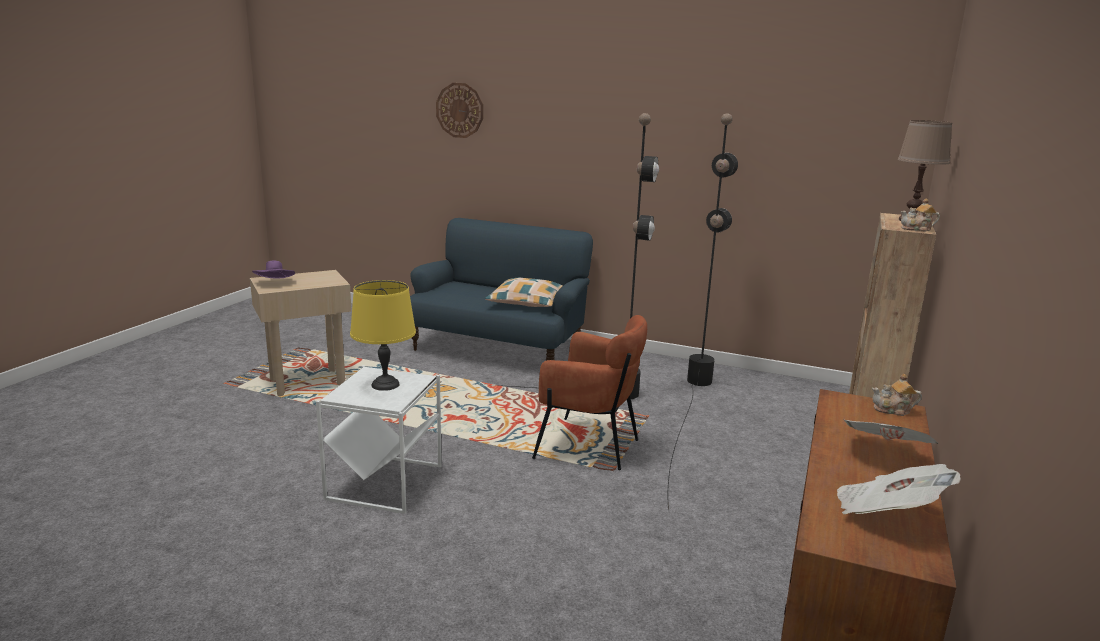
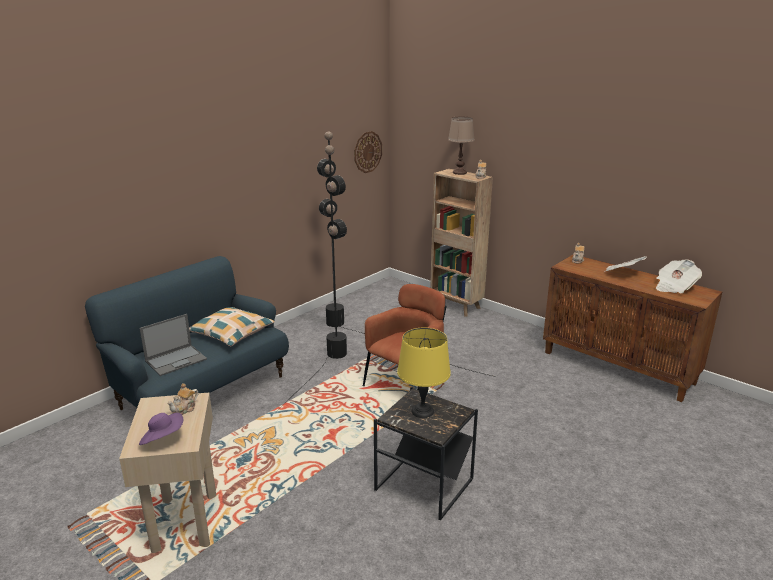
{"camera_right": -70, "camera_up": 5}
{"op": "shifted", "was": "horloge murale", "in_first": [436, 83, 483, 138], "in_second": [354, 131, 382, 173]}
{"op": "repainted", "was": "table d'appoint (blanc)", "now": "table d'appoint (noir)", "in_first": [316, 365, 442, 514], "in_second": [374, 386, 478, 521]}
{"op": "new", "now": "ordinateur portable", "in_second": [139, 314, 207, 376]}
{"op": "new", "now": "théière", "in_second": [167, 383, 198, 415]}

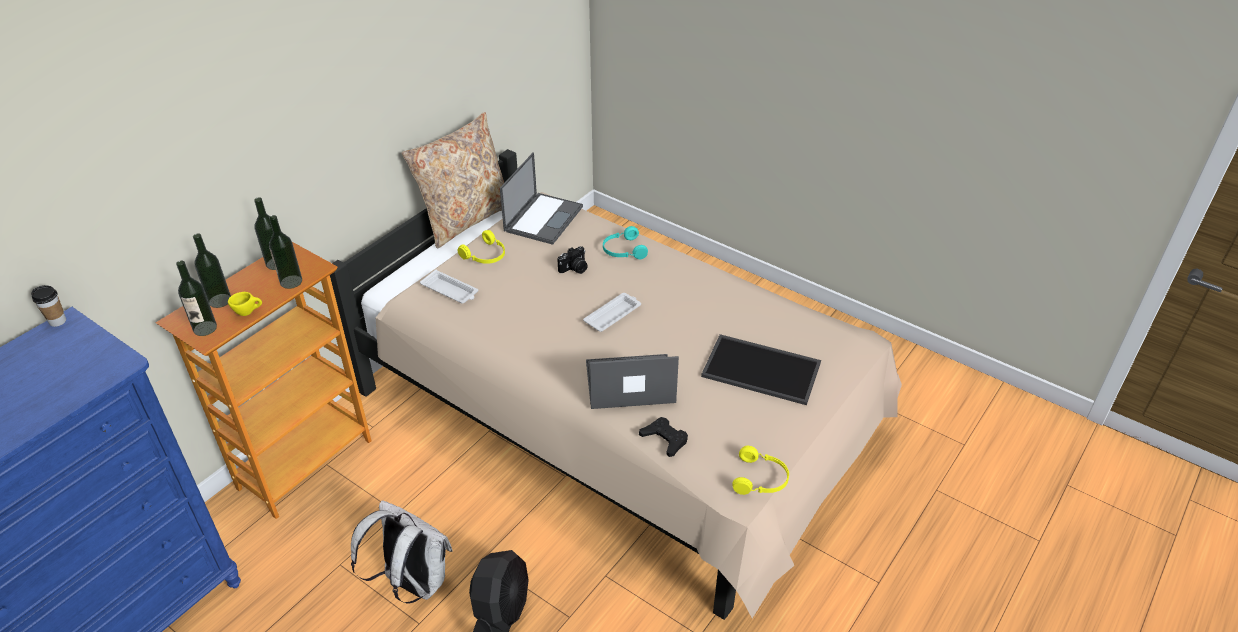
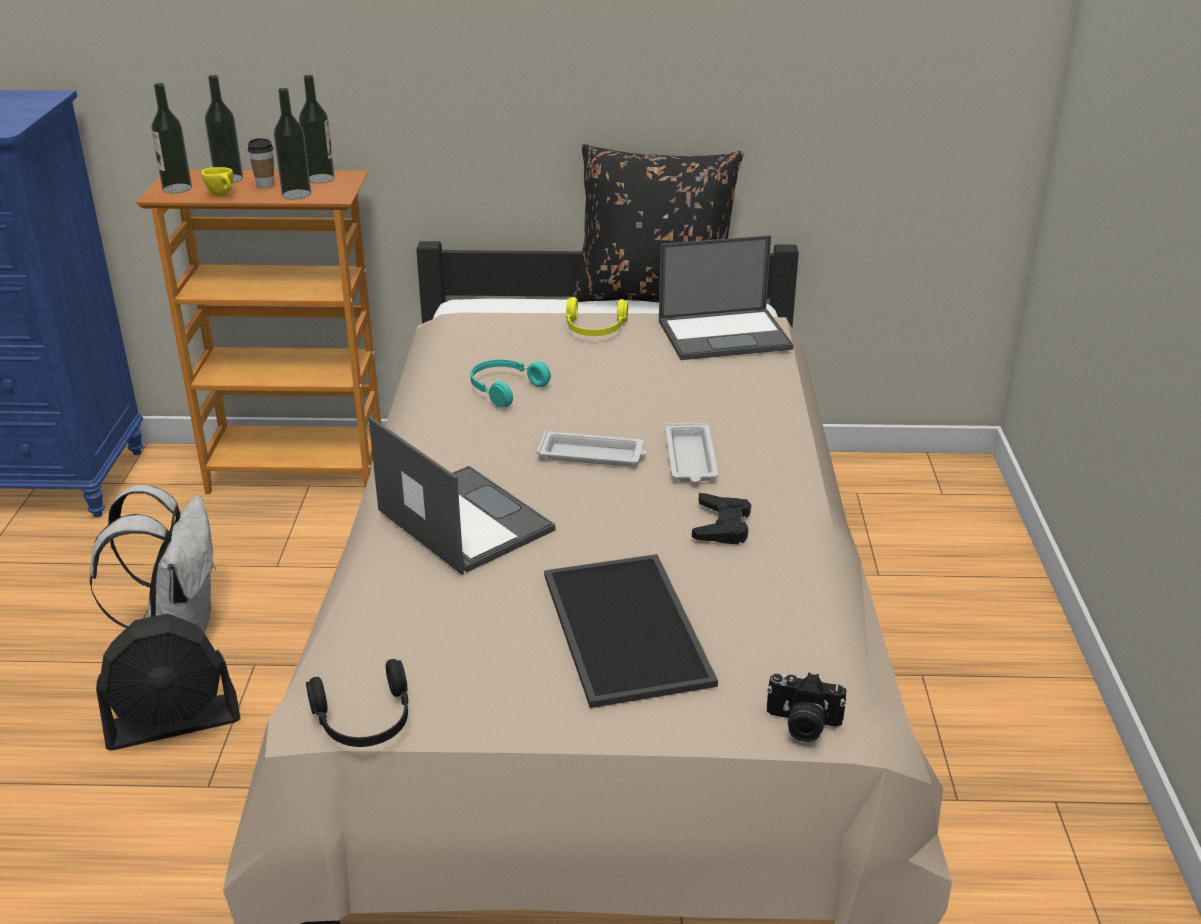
{"camera_right": 55, "camera_up": -10}
{"op": "repainted", "was": "coussin (beige)", "now": "coussin (noir)", "in_first": [402, 112, 504, 249], "in_second": [572, 144, 743, 302]}
{"op": "shifted", "was": "casque audio (turquoise)", "in_first": [603, 226, 648, 259], "in_second": [470, 360, 551, 408]}
{"op": "shifted", "was": "appareil photo", "in_first": [558, 246, 588, 274], "in_second": [767, 672, 847, 742]}
{"op": "shifted", "was": "plateau (blanc)", "in_first": [420, 270, 478, 303], "in_second": [665, 423, 718, 482]}
{"op": "shifted", "was": "tasse", "in_first": [31, 285, 66, 327], "in_second": [248, 138, 275, 188]}
{"op": "shifted", "was": "manette (noir)", "in_first": [639, 417, 688, 457], "in_second": [692, 493, 751, 544]}
{"op": "repainted", "was": "casque audio (jaune)", "now": "casque audio (noir)", "in_first": [732, 446, 789, 495], "in_second": [306, 659, 408, 747]}

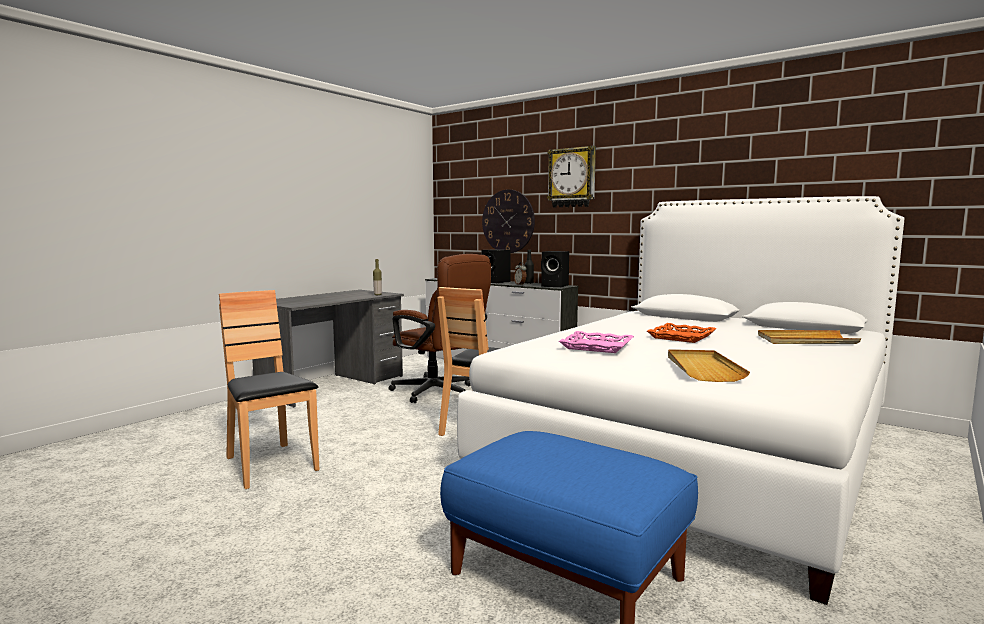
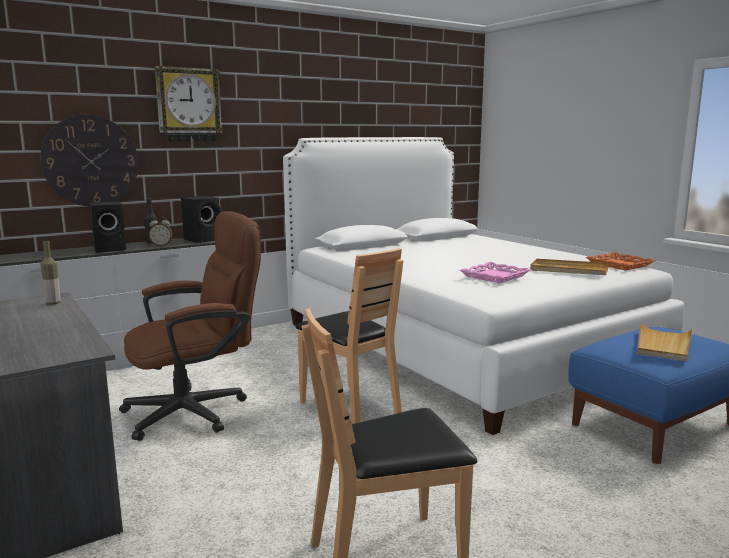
{"camera_right": -70, "camera_up": 5}
{"op": "shifted", "was": "plateau (orange)", "in_first": [647, 323, 716, 343], "in_second": [586, 252, 655, 270]}
{"op": "shifted", "was": "plateau (beige)", "in_first": [758, 330, 861, 344], "in_second": [637, 322, 693, 362]}

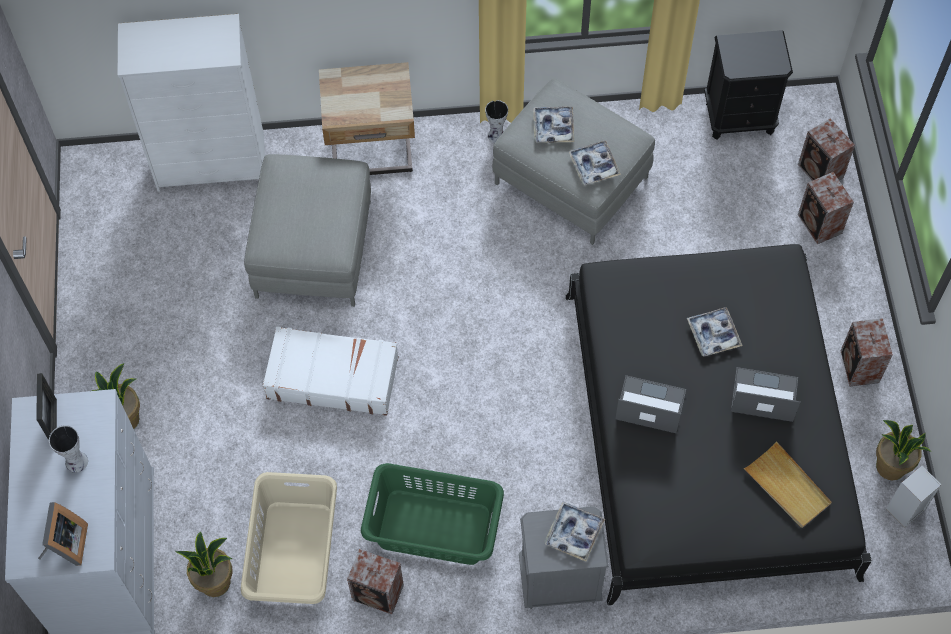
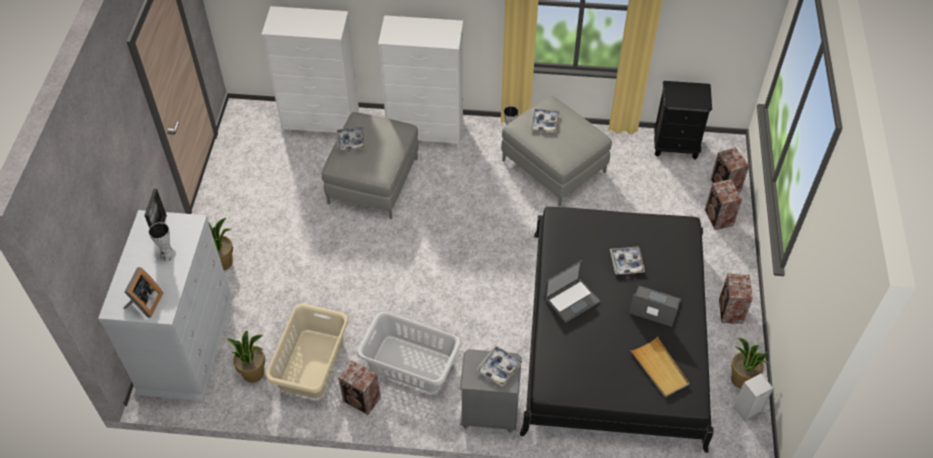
{"camera_right": 10, "camera_up": -10}
{"op": "swapped", "was": "table de chevet (beige)", "now": "commode (blanc)", "in_first": [319, 62, 415, 175], "in_second": [378, 15, 463, 147]}
{"op": "shifted", "was": "plateau", "in_first": [568, 141, 621, 185], "in_second": [336, 127, 365, 151]}
{"op": "gone", "was": "valise (blanc)", "in_first": [263, 327, 398, 416]}
{"op": "rotated", "was": "ordinateur portable", "in_first": [615, 375, 686, 433], "in_second": [545, 260, 600, 323], "clockwise": 120}
{"op": "repainted", "was": "panier à linge (vert)", "now": "panier à linge (gris)", "in_first": [361, 463, 504, 565], "in_second": [357, 312, 461, 393]}

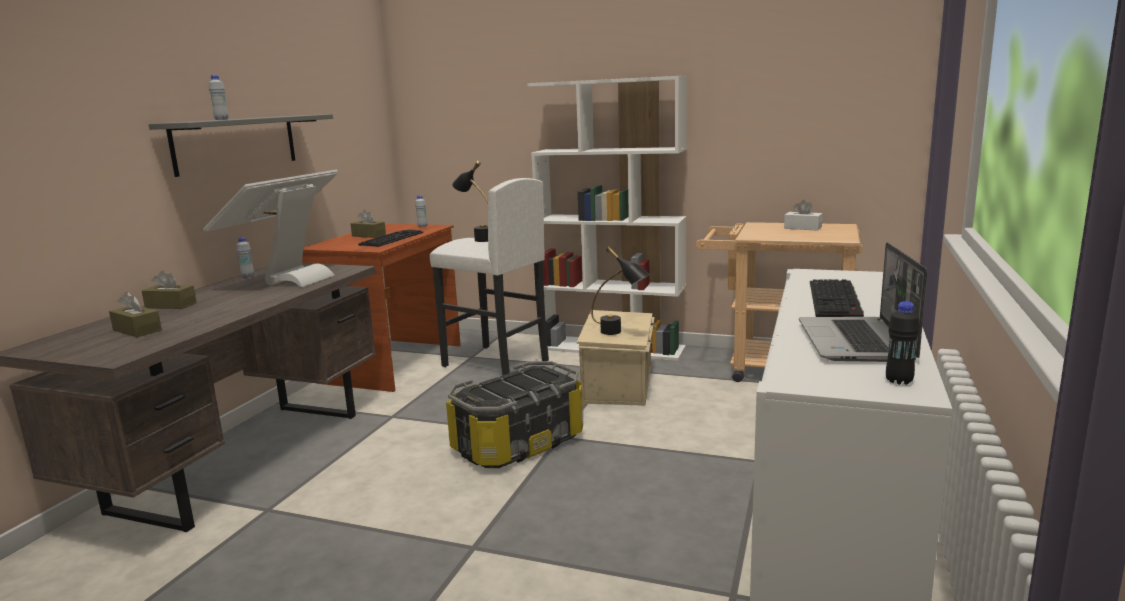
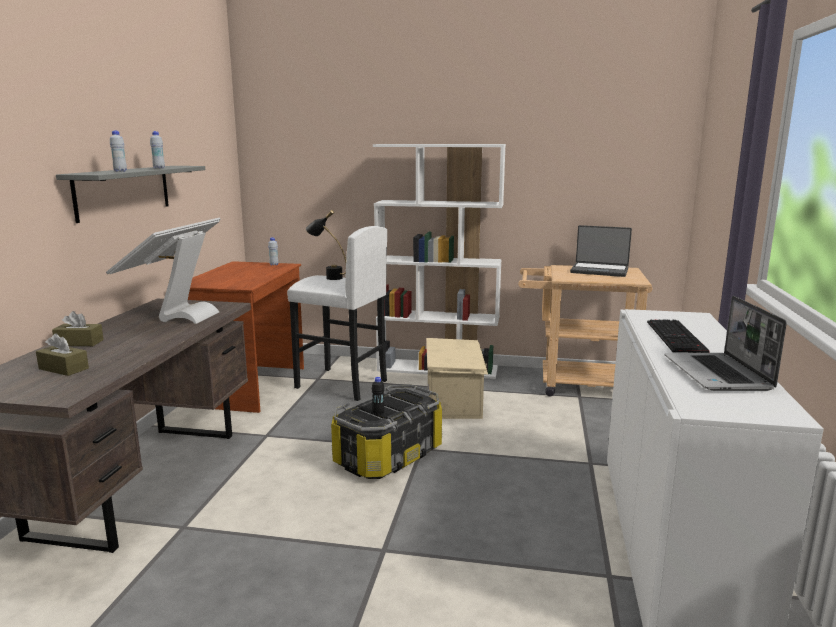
{"camera_right": -10, "camera_up": 0}
{"op": "swapped", "was": "boîte à mouchoirs (blanc)", "now": "ordinateur portable", "in_first": [784, 200, 823, 231], "in_second": [570, 225, 632, 277]}
{"op": "gone", "was": "boîte à mouchoirs (marron)", "in_first": [350, 210, 386, 238]}
{"op": "gone", "was": "clavier", "in_first": [358, 229, 423, 247]}
{"op": "shifted", "was": "bouteille (blanc)", "in_first": [236, 237, 254, 277], "in_second": [150, 131, 165, 168]}
{"op": "gone", "was": "lampe de table (noir)", "in_first": [591, 246, 650, 335]}
{"op": "shifted", "was": "bouteille (noir)", "in_first": [886, 301, 920, 385], "in_second": [372, 377, 384, 414]}

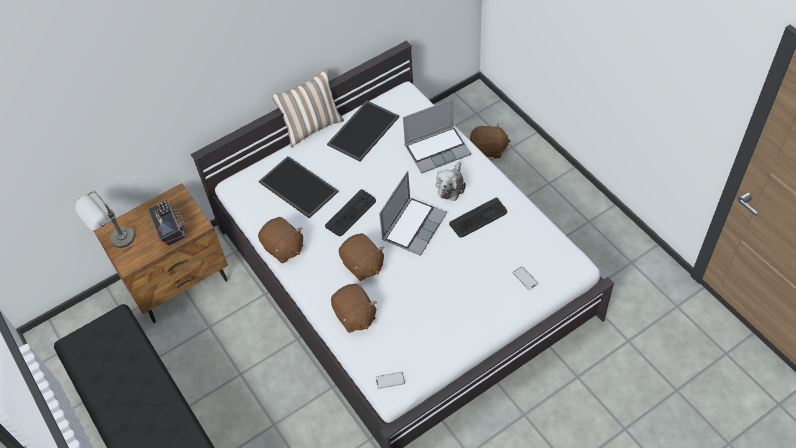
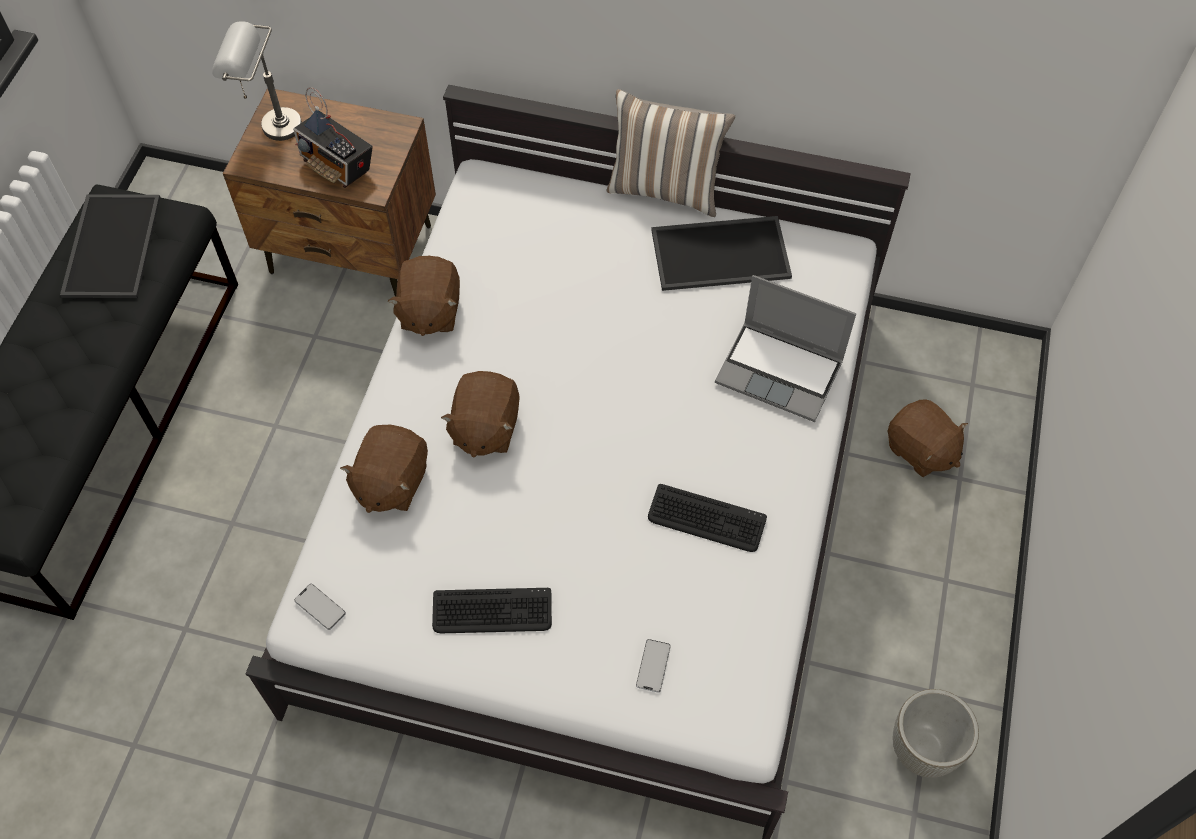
{"camera_right": 45, "camera_up": 5}
{"op": "shifted", "was": "plateau", "in_first": [259, 156, 339, 218], "in_second": [60, 194, 161, 298]}
{"op": "gone", "was": "peluche", "in_first": [436, 162, 466, 201]}
{"op": "gone", "was": "ordinateur portable", "in_first": [379, 171, 447, 256]}
{"op": "shifted", "was": "clavier", "in_first": [325, 189, 376, 236], "in_second": [432, 588, 552, 633]}
{"op": "rotated", "was": "radio", "in_first": [148, 200, 186, 246], "in_second": [293, 87, 373, 188], "clockwise": 105}
{"op": "new", "now": "cache-pot (gris)", "in_second": [892, 689, 979, 778]}

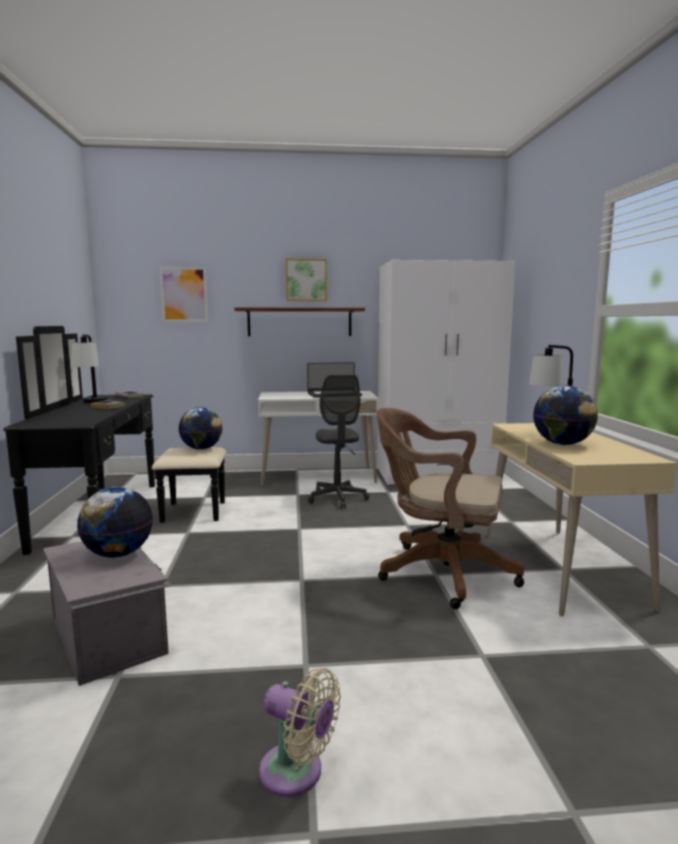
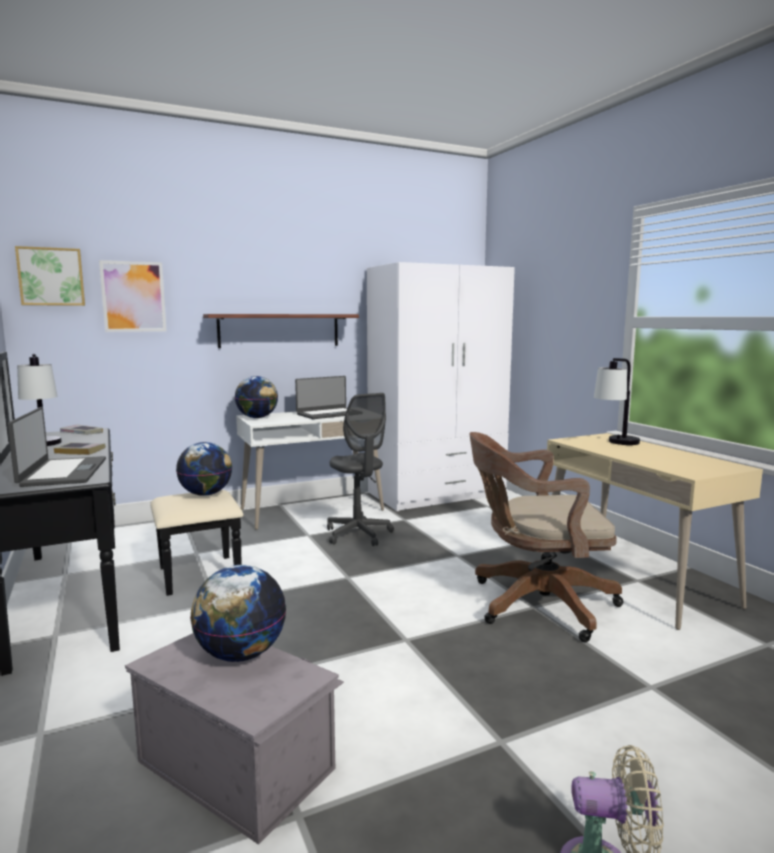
{"camera_right": -20, "camera_up": 0}
{"op": "shifted", "was": "tableau", "in_first": [286, 258, 327, 301], "in_second": [15, 246, 85, 306]}
{"op": "shifted", "was": "globe", "in_first": [533, 385, 598, 445], "in_second": [235, 376, 278, 418]}
{"op": "new", "now": "ordinateur portable", "in_second": [7, 407, 106, 487]}

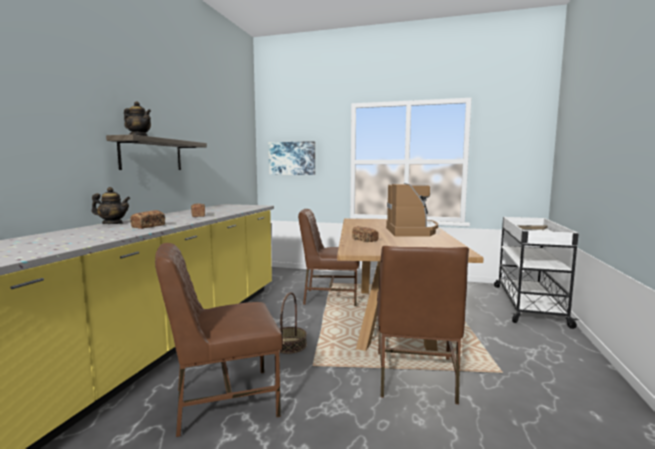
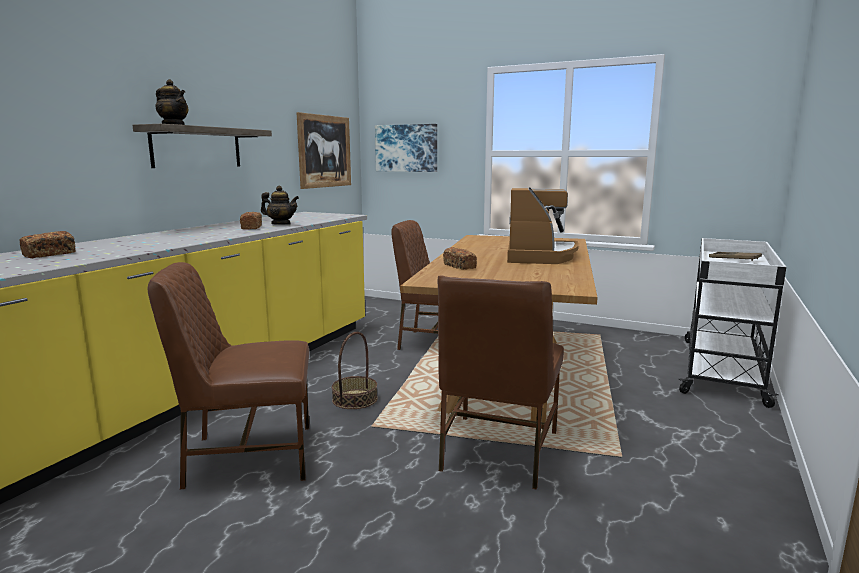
{"camera_right": 10, "camera_up": 5}
{"op": "shifted", "was": "théière", "in_first": [92, 187, 130, 224], "in_second": [261, 186, 299, 225]}
{"op": "shifted", "was": "pain", "in_first": [130, 210, 165, 229], "in_second": [20, 231, 75, 258]}
{"op": "new", "now": "tableau", "in_second": [296, 112, 351, 189]}

